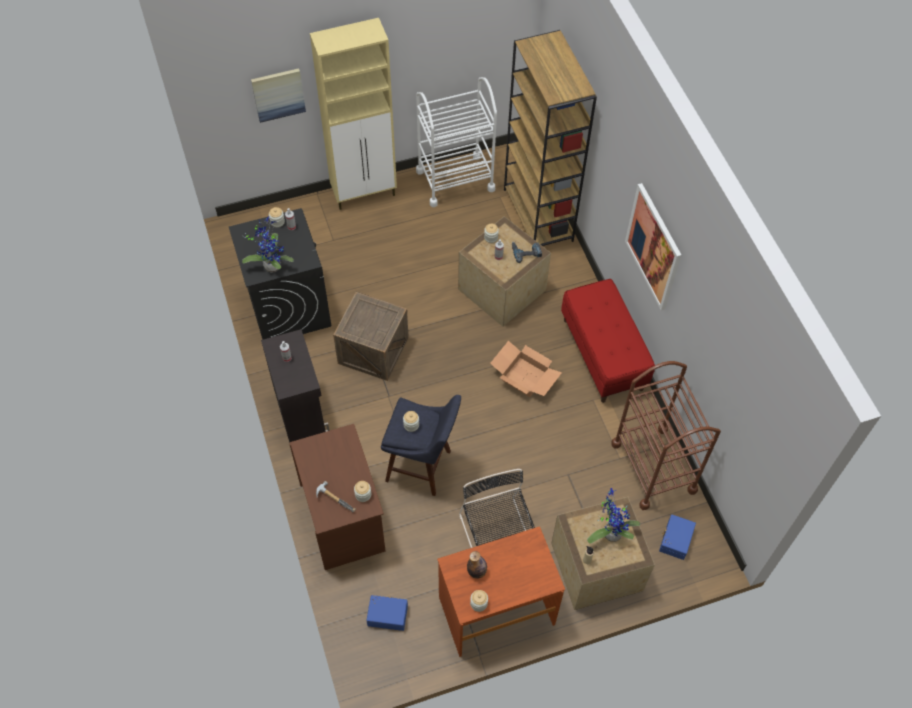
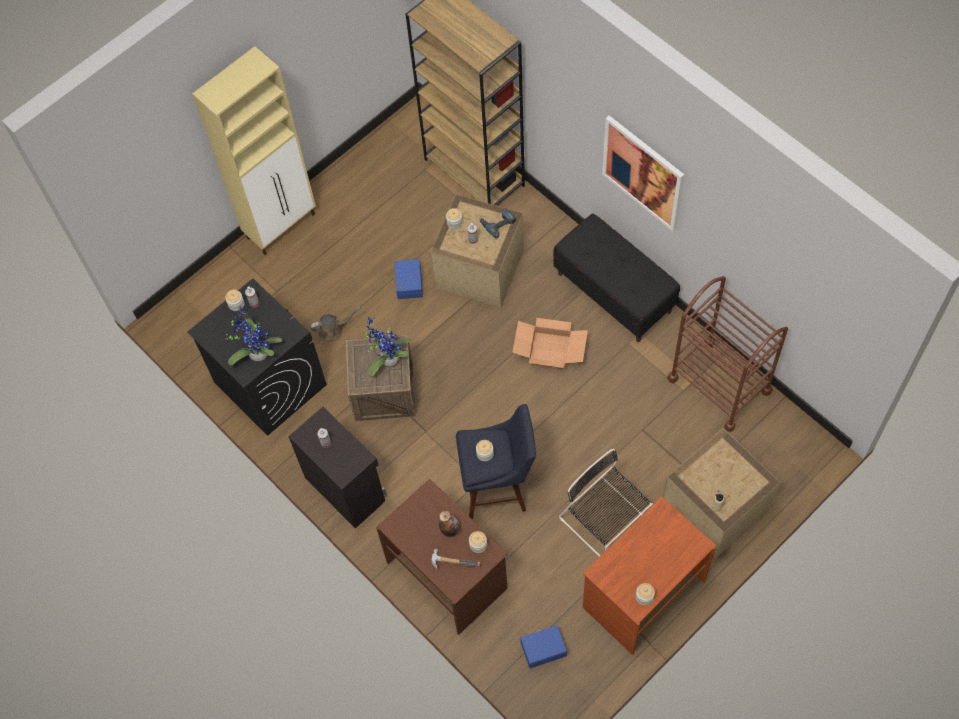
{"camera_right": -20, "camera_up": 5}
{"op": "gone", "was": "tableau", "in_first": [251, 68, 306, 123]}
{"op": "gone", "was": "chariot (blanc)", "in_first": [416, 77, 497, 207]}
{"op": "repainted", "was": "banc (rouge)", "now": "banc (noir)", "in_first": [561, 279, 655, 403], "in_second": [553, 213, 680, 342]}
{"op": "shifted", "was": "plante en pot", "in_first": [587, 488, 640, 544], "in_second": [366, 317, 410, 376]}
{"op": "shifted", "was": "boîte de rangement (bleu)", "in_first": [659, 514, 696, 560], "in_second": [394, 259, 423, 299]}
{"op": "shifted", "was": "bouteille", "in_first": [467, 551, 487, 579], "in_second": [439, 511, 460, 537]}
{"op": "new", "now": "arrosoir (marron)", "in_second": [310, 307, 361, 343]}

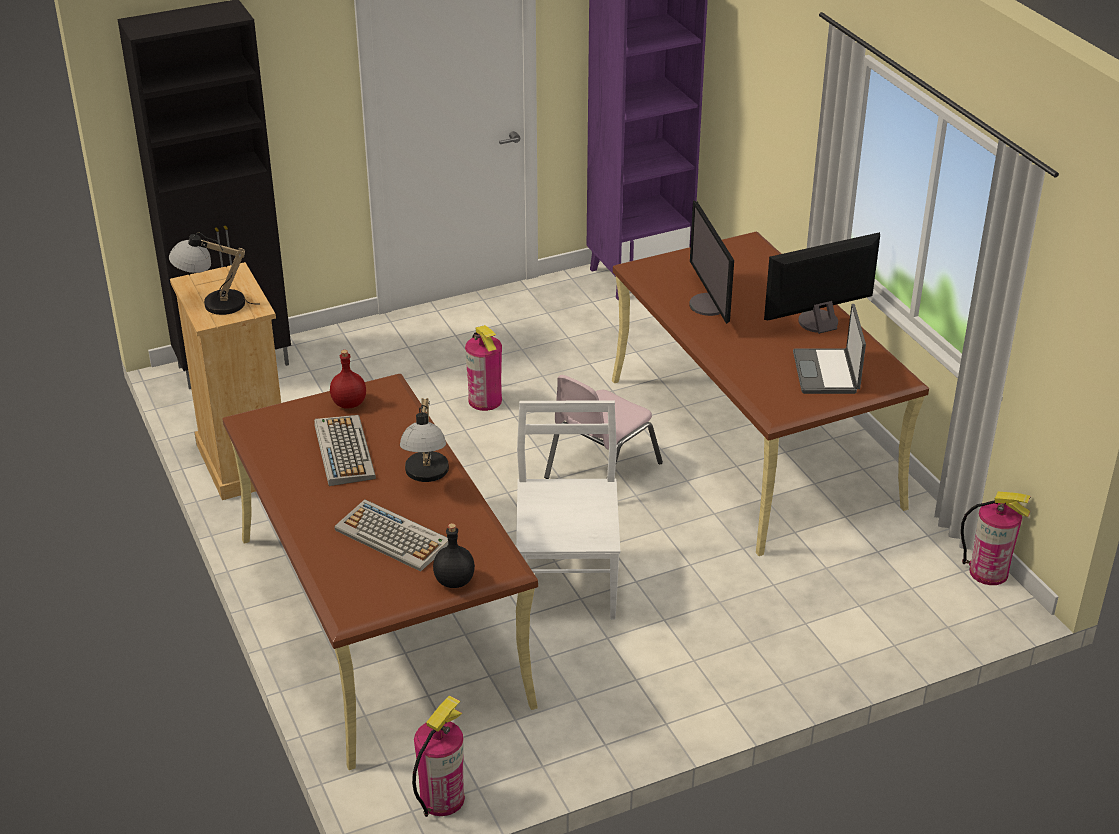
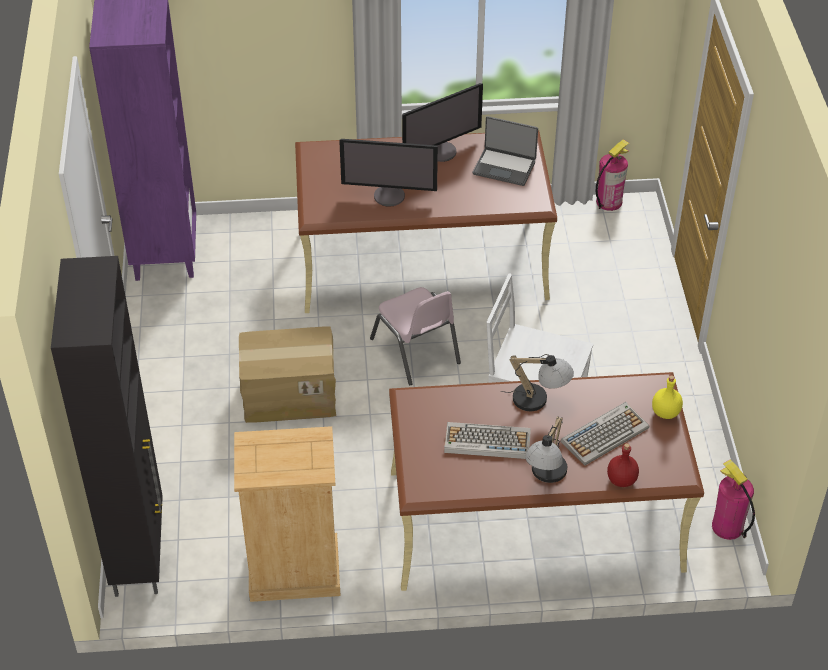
{"camera_right": -70, "camera_up": 10}
{"op": "shifted", "was": "lampe de table", "in_first": [169, 232, 256, 315], "in_second": [525, 416, 567, 483]}
{"op": "rotated", "was": "écran d'ordinateur", "in_first": [764, 232, 880, 334], "in_second": [402, 83, 483, 162], "clockwise": -120}
{"op": "swapped", "was": "extincteur", "now": "carton", "in_first": [465, 325, 502, 411], "in_second": [239, 327, 336, 423]}
{"op": "shifted", "was": "bouteille (rouge)", "in_first": [330, 350, 366, 409], "in_second": [607, 443, 639, 487]}
{"op": "repainted", "was": "bouteille (noir)", "now": "bouteille (jaune)", "in_first": [433, 523, 475, 588], "in_second": [652, 375, 683, 419]}

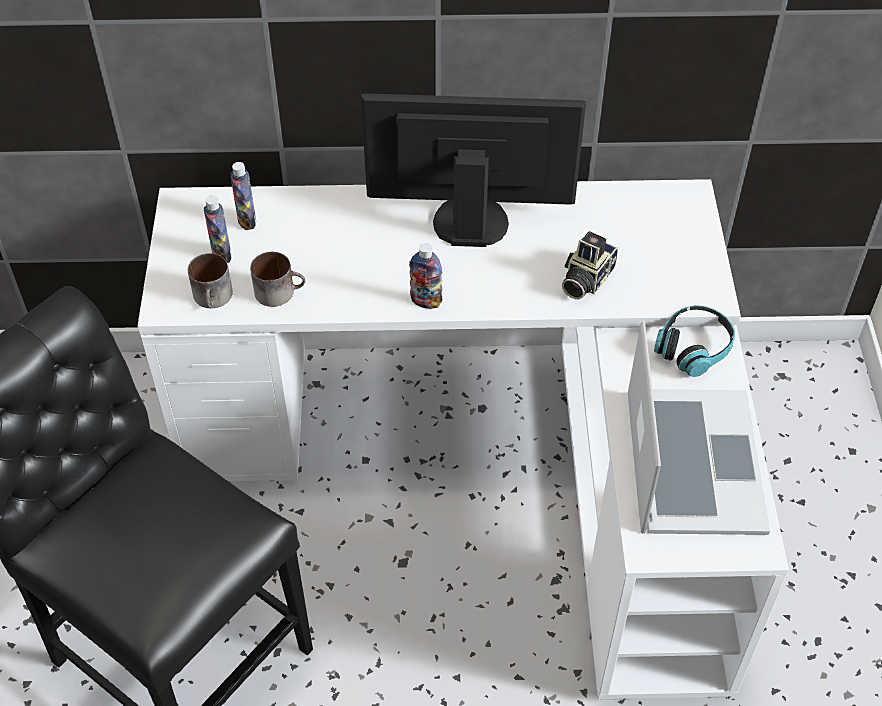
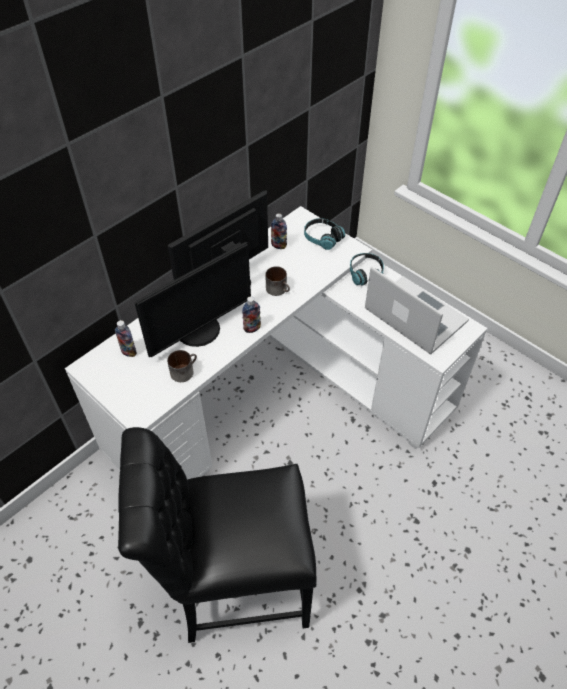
{"camera_right": -45, "camera_up": 0}
{"op": "shifted", "was": "bouteille", "in_first": [204, 196, 232, 263], "in_second": [271, 213, 287, 249]}
{"op": "gone", "was": "appareil photo", "in_first": [562, 231, 618, 299]}
{"op": "shifted", "was": "mug", "in_first": [188, 253, 233, 308], "in_second": [265, 266, 290, 296]}
{"op": "new", "now": "casque audio", "in_second": [304, 218, 345, 250]}
{"op": "new", "now": "écran d'ordinateur", "in_second": [135, 242, 251, 357]}

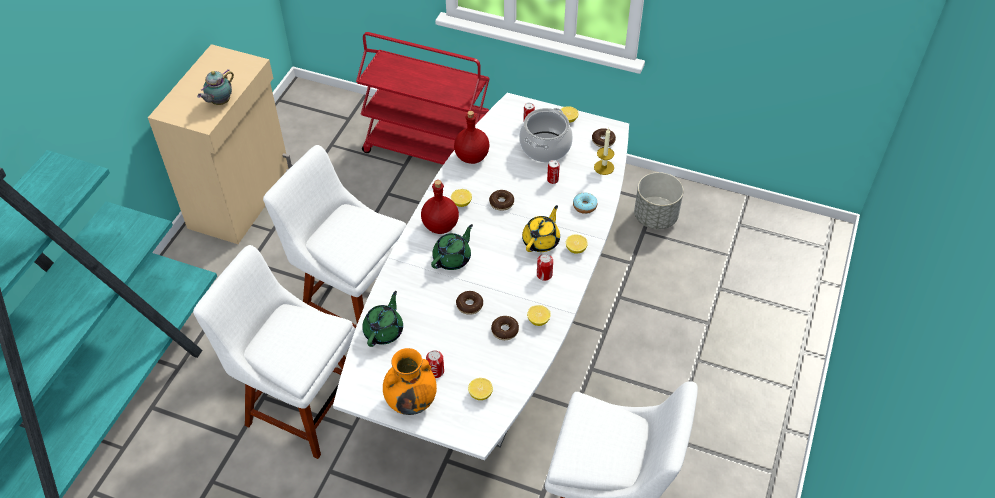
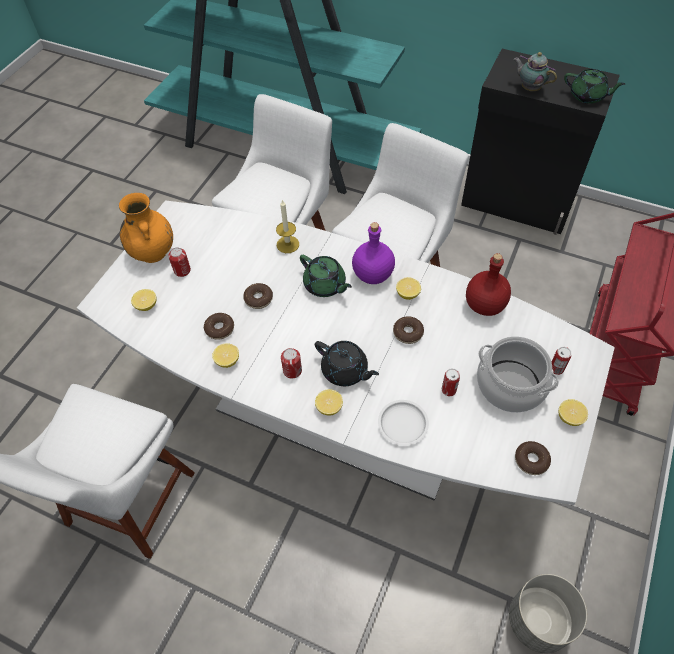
{"camera_right": 95, "camera_up": 5}
{"op": "repainted", "was": "meuble de rangement (beige)", "now": "meuble de rangement (noir)", "in_first": [148, 44, 292, 244], "in_second": [461, 49, 620, 235]}
{"op": "shifted", "was": "bougie", "in_first": [594, 128, 614, 175], "in_second": [276, 200, 299, 253]}
{"op": "repainted", "was": "bouteille (rouge)", "now": "bouteille (violet)", "in_first": [421, 180, 459, 234], "in_second": [352, 222, 395, 284]}
{"op": "swapped", "was": "beignet", "now": "assiette (blanc)", "in_first": [573, 193, 597, 214], "in_second": [378, 400, 429, 446]}
{"op": "repainted", "was": "théière (jaune)", "now": "théière (noir)", "in_first": [522, 205, 560, 252], "in_second": [315, 341, 379, 386]}
{"op": "shifted", "was": "théière (vert)", "in_first": [362, 291, 403, 347], "in_second": [564, 69, 625, 104]}

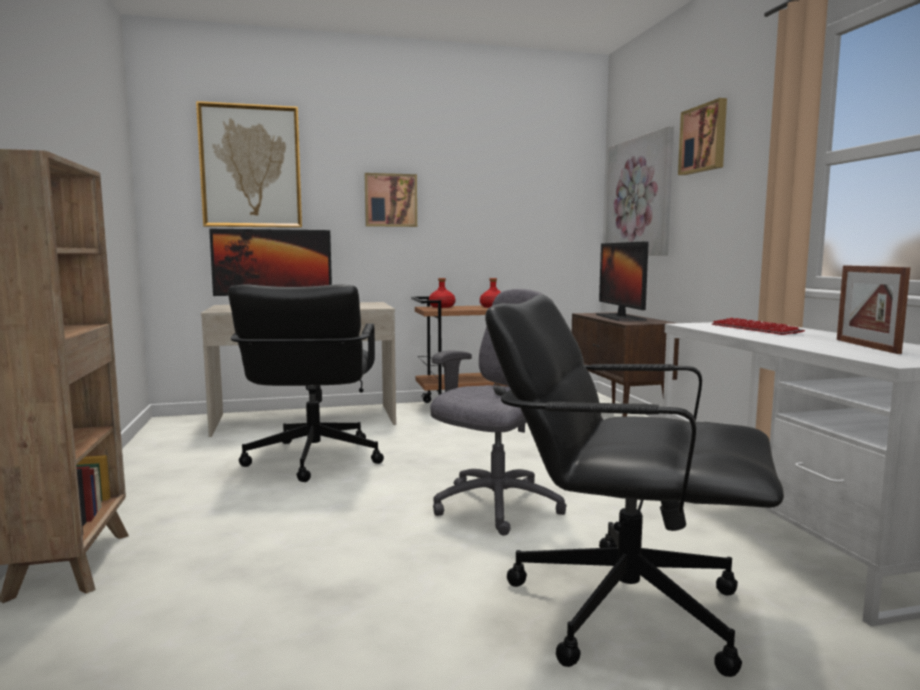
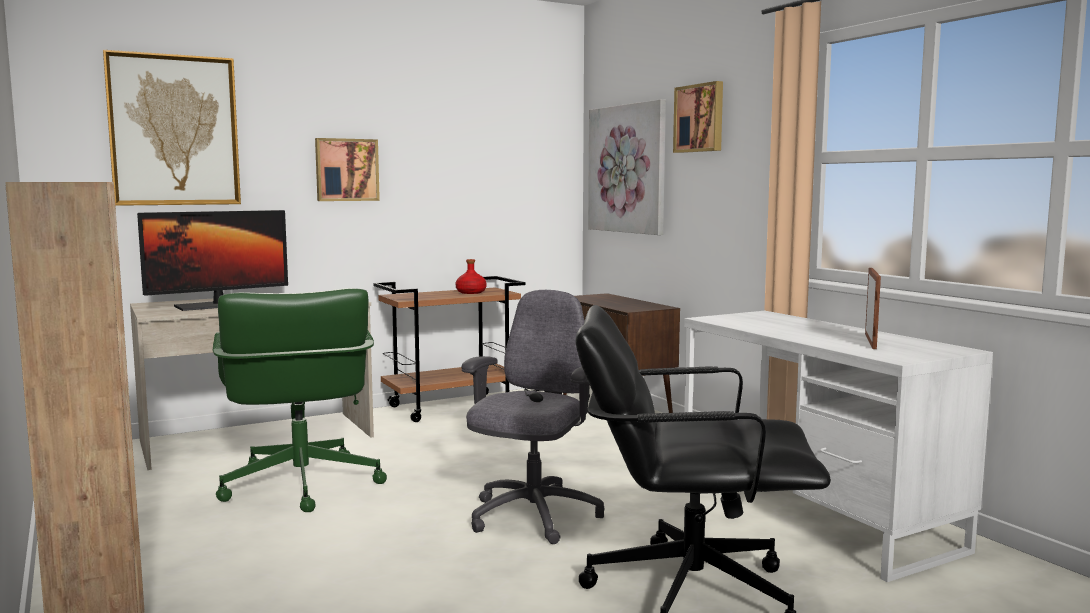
{"camera_right": -15, "camera_up": 0}
{"op": "gone", "was": "écran d'ordinateur", "in_first": [596, 241, 649, 321]}
{"op": "rotated", "was": "cadre photo", "in_first": [837, 265, 910, 354], "in_second": [865, 268, 881, 349], "clockwise": -150}
{"op": "gone", "was": "bouteille (rouge)", "in_first": [429, 278, 455, 308]}
{"op": "repainted", "was": "chaise de bureau (noir)", "now": "chaise de bureau (vert)", "in_first": [228, 284, 384, 482], "in_second": [213, 288, 387, 512]}
{"op": "gone", "was": "clavier", "in_first": [712, 318, 805, 335]}

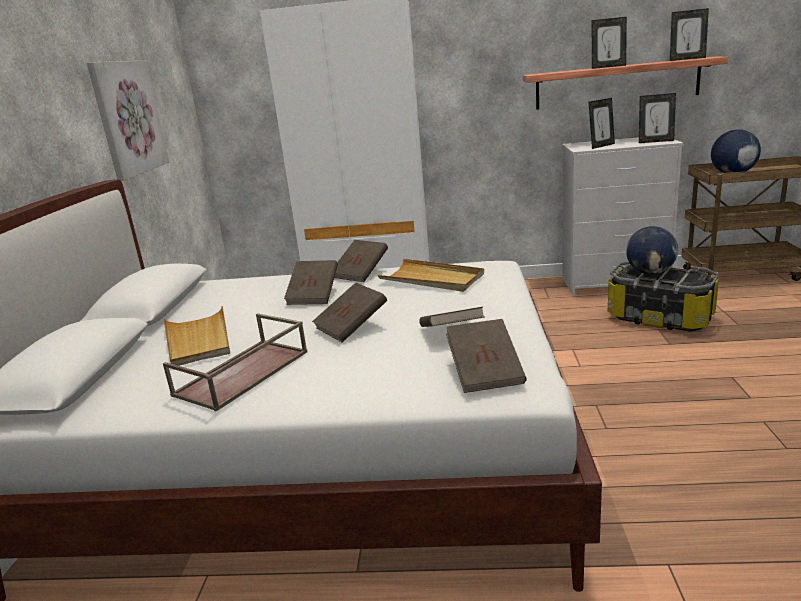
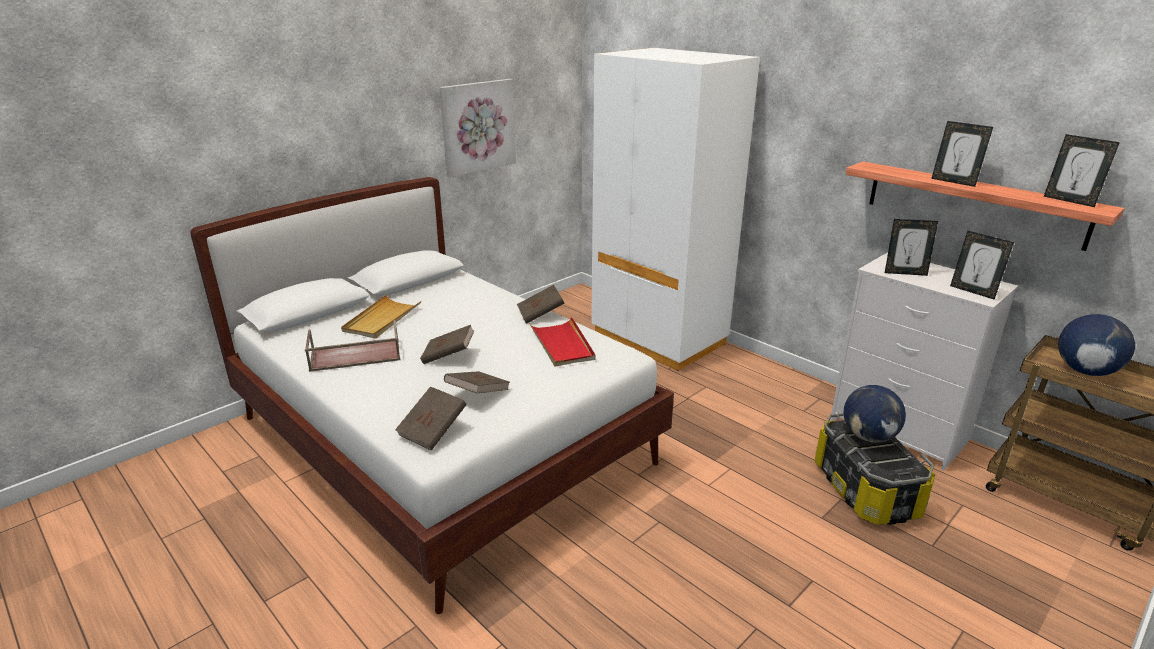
{"camera_right": 40, "camera_up": 5}
{"op": "repainted", "was": "plateau (beige)", "now": "plateau (rouge)", "in_first": [378, 259, 484, 292], "in_second": [529, 317, 596, 367]}
{"op": "gone", "was": "livre (marron)", "in_first": [284, 260, 338, 305]}

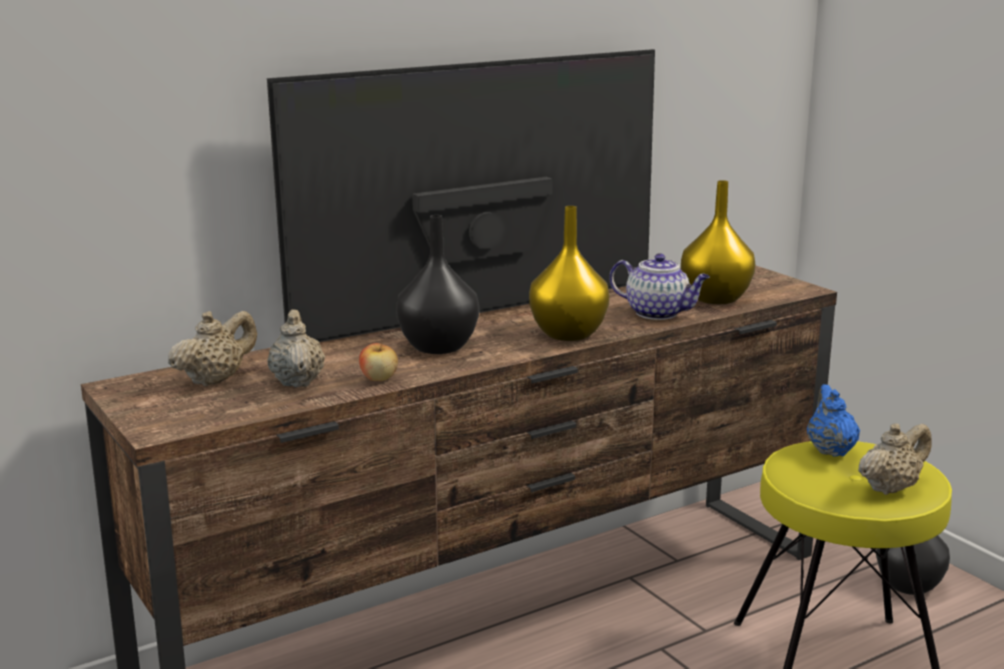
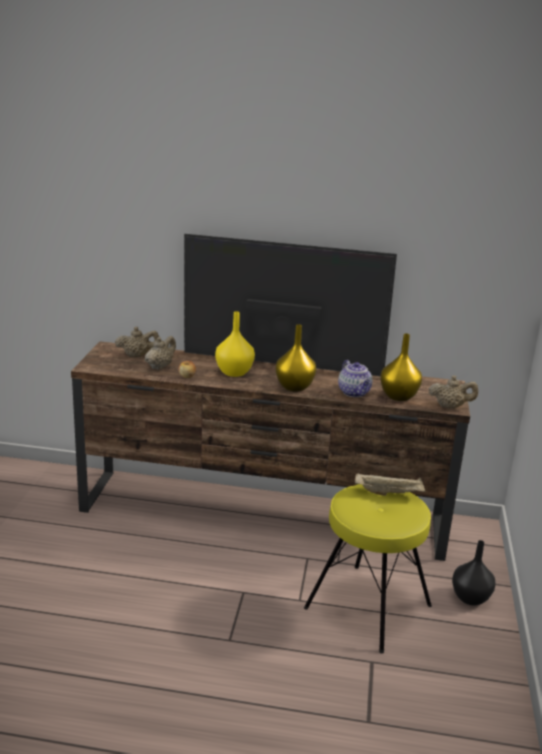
{"camera_right": 40, "camera_up": 5}
{"op": "repainted", "was": "vase (noir)", "now": "vase (jaune)", "in_first": [396, 215, 479, 354], "in_second": [215, 311, 255, 377]}
{"op": "swapped", "was": "théière (bleu)", "now": "plateau (beige)", "in_first": [807, 384, 860, 457], "in_second": [355, 473, 425, 496]}
{"op": "shifted", "was": "théière (beige)", "in_first": [858, 423, 931, 495], "in_second": [429, 375, 478, 409]}

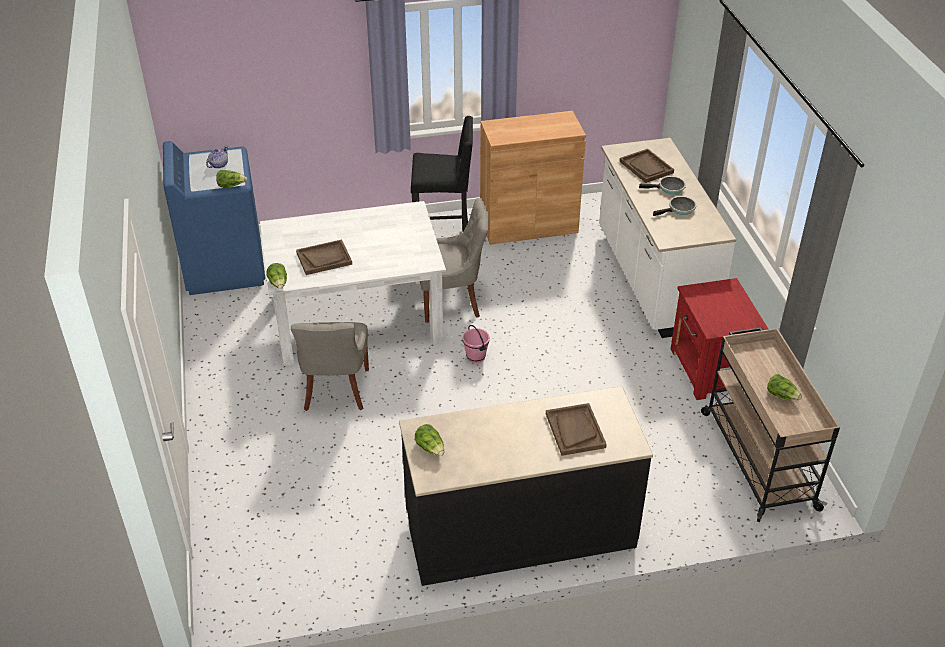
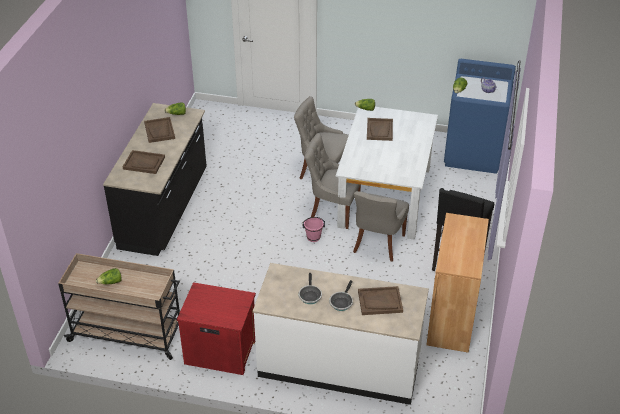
{"camera_right": 115, "camera_up": 0}
{"op": "new", "now": "plateau (marron)", "in_second": [144, 117, 175, 143]}
{"op": "new", "now": "chaise (gris)", "in_second": [305, 133, 361, 229]}

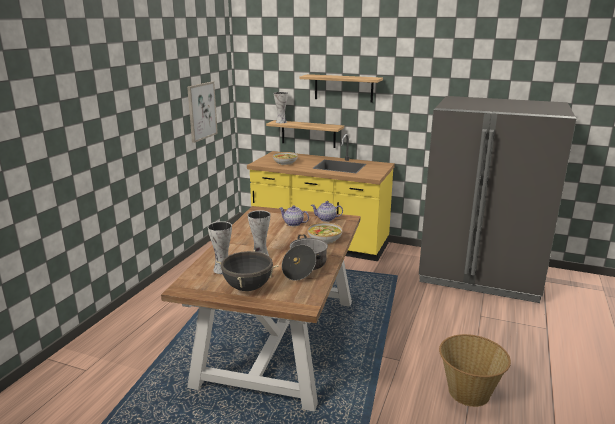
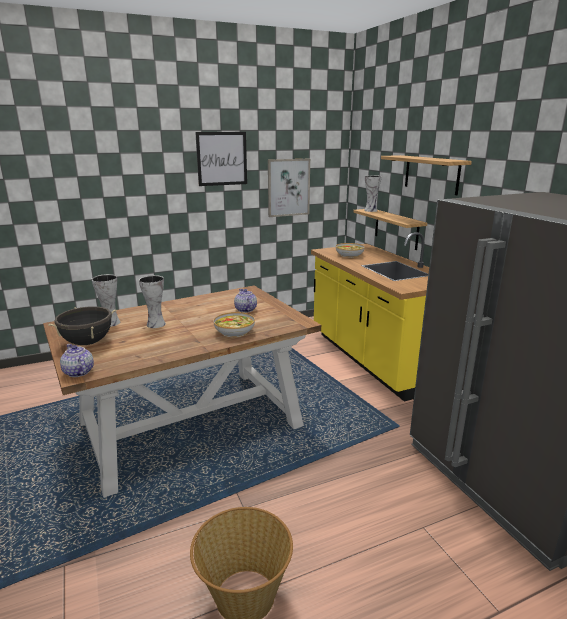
{"camera_right": 45, "camera_up": 0}
{"op": "shifted", "was": "théière", "in_first": [311, 201, 343, 222], "in_second": [60, 344, 94, 377]}
{"op": "gone", "was": "marmite", "in_first": [282, 234, 328, 281]}
{"op": "new", "now": "tableau", "in_second": [195, 132, 247, 186]}

